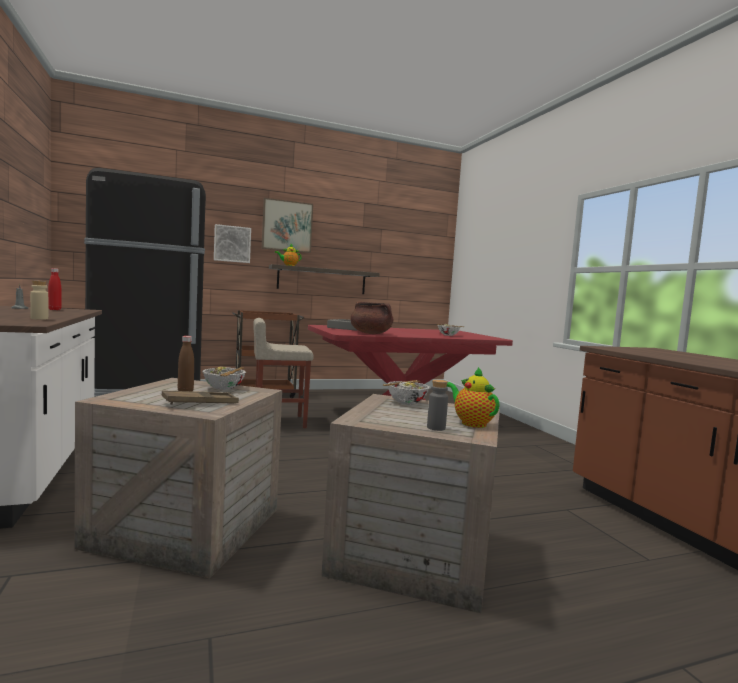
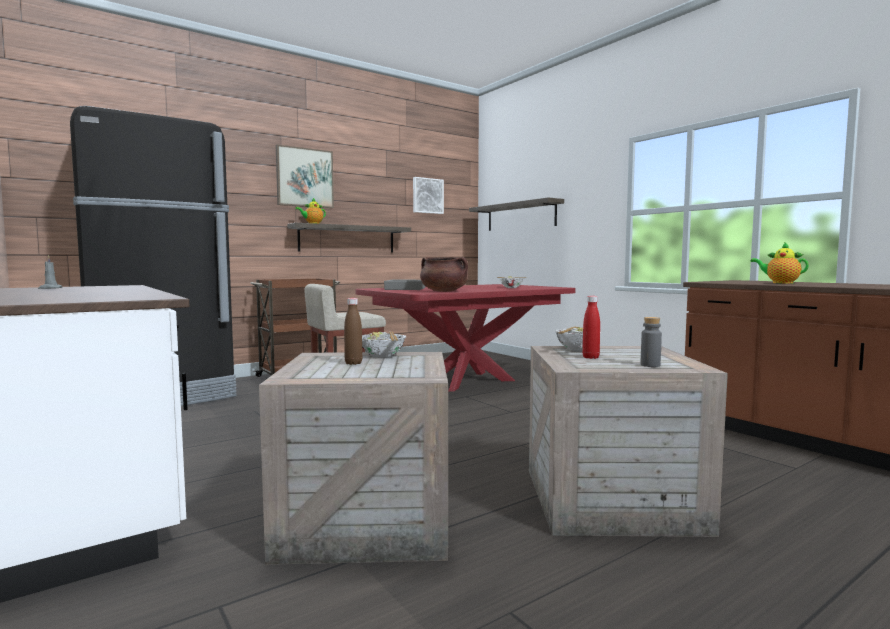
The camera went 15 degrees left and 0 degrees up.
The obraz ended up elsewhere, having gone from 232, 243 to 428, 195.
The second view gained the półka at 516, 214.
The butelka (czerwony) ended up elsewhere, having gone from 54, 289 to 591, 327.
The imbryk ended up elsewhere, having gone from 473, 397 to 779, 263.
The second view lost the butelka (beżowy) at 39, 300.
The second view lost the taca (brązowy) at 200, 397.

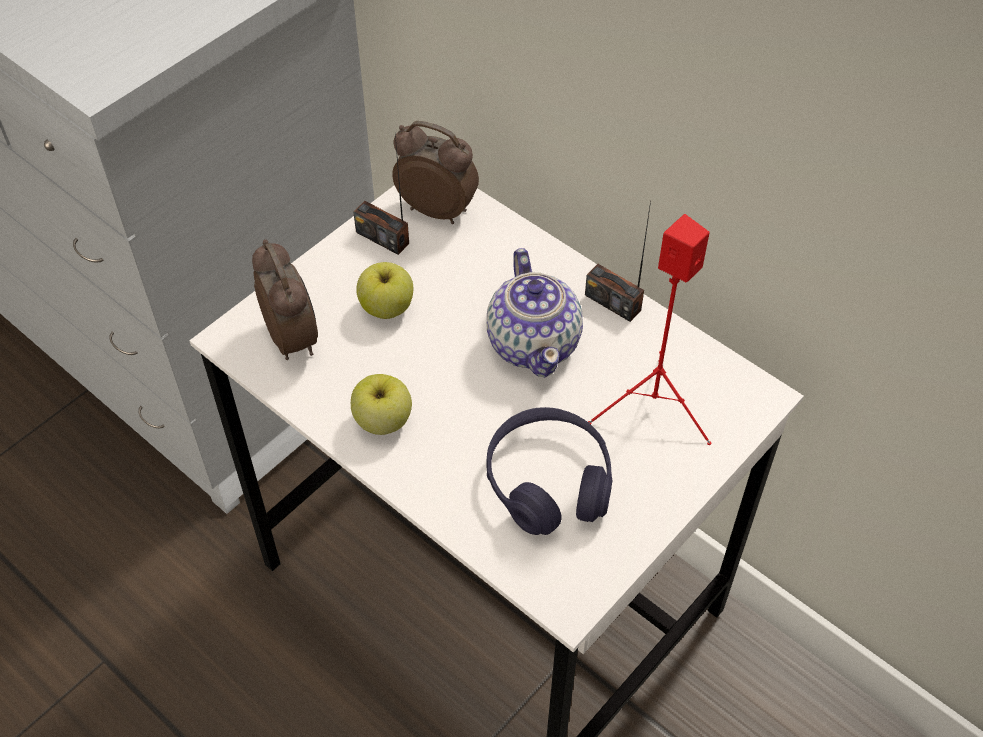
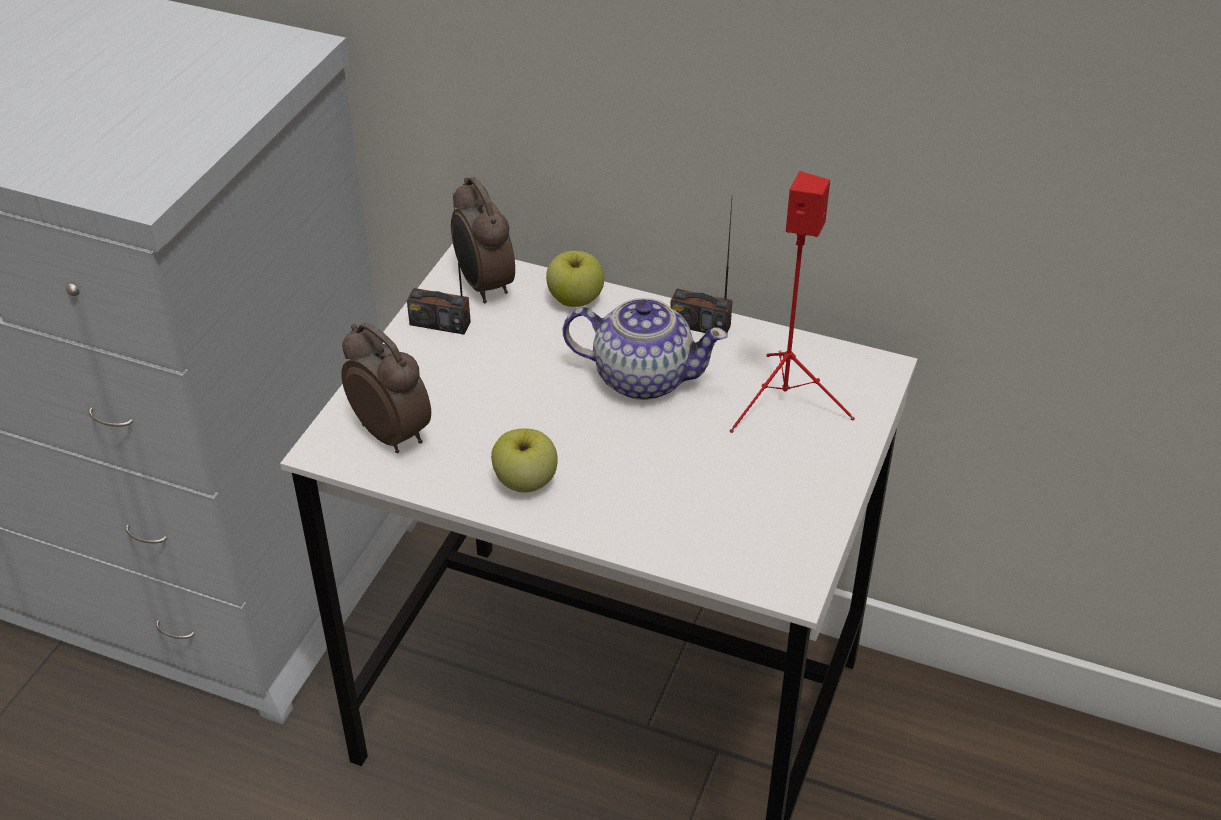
The camera went 20 degrees left and 10 degrees down.
The budzik at 435, 172 ended up facing another way, 120 degrees counterclockwise from before.
The jabłko ended up elsewhere, having gone from 384, 290 to 575, 279.
The imbryk at 535, 312 ended up facing another way, 45 degrees counterclockwise from before.
The second view lost the słuchawki (fioletowy) at 549, 471.

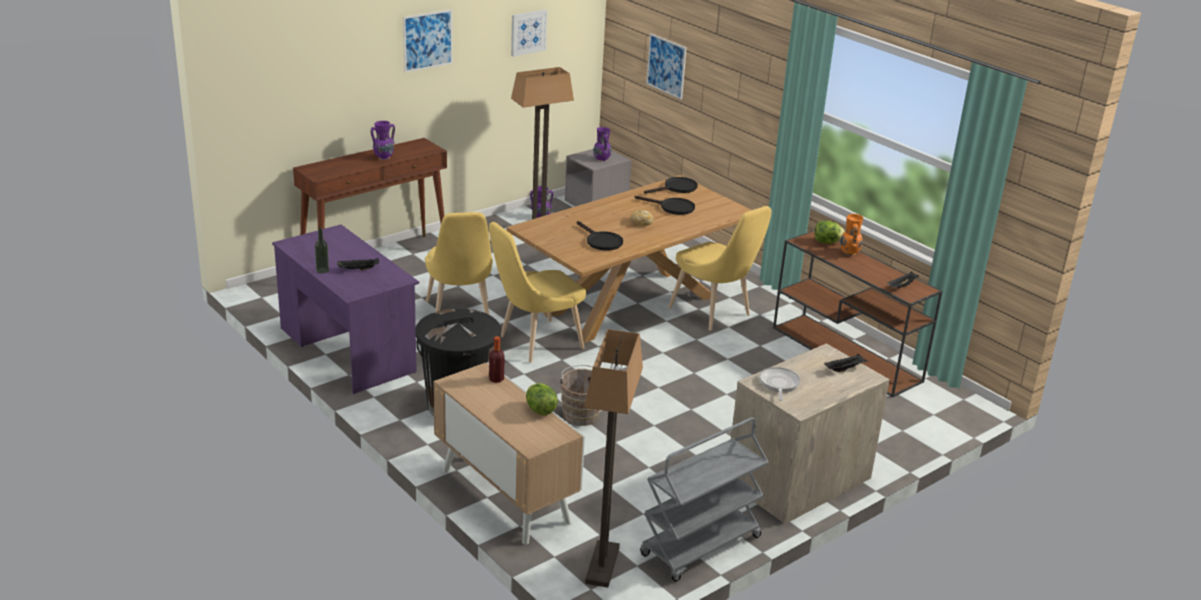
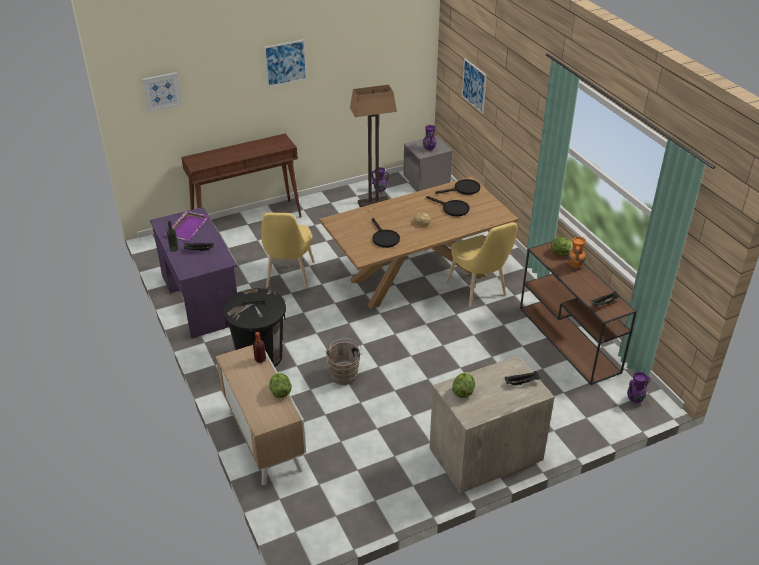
The camera went 15 degrees right and 10 degrees up.
The obraz ended up elsewhere, having gone from 529, 33 to 162, 92.
The second view gained the taca (fioletowy) at 186, 226.
Where the patelnia stood at 779, 384, the sałata came to stand at 463, 385.
The wazon (fioletowy) ended up elsewhere, having gone from 382, 140 to 638, 388.
The second view lost the krzesło (żółty) at 537, 292.
The second view lost the lampa stojąca at 613, 458.
The second view lost the wózek (szary) at 704, 499.

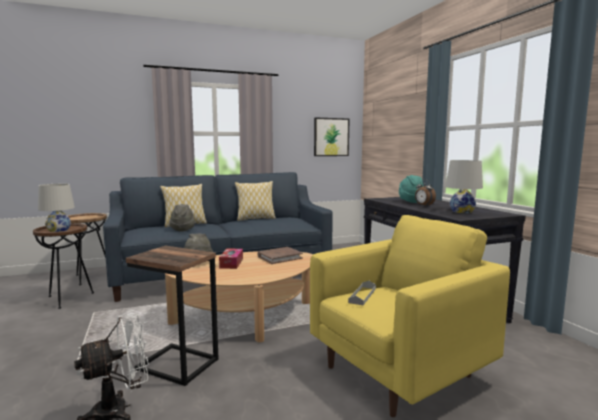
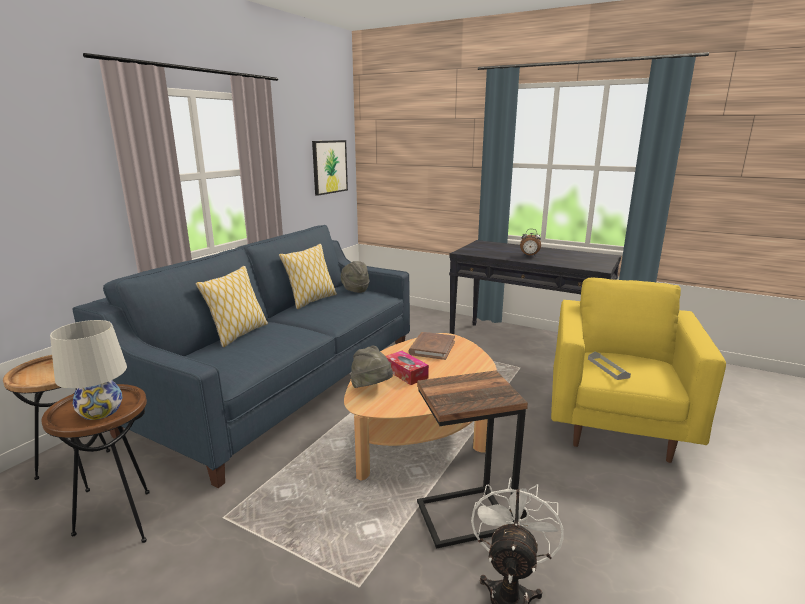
The camera went 40 degrees left and 10 degrees up.
The kapelusz (szary) ended up elsewhere, having gone from 182, 217 to 355, 277.
The second view lost the kapelusz (turkusowy) at 411, 189.
The second view lost the lampa stołowa (biały) at 464, 186.

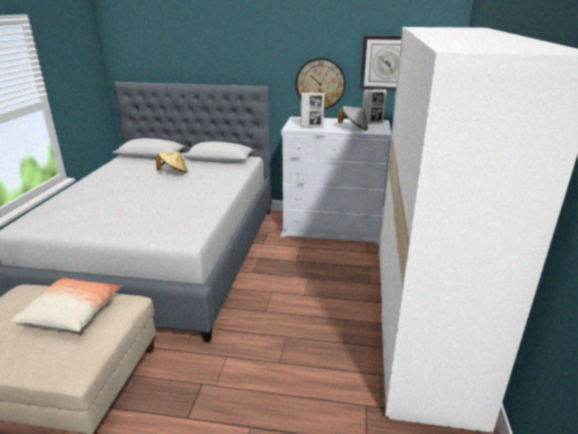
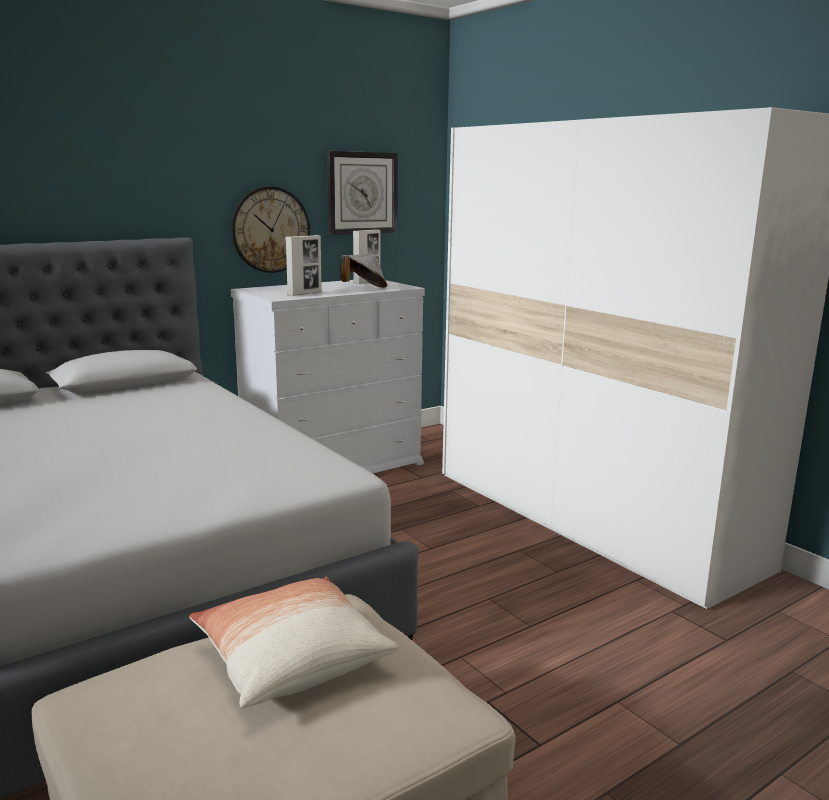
The camera went 45 degrees left and 10 degrees down.
The second view lost the kapelusz (beżowy) at 171, 162.

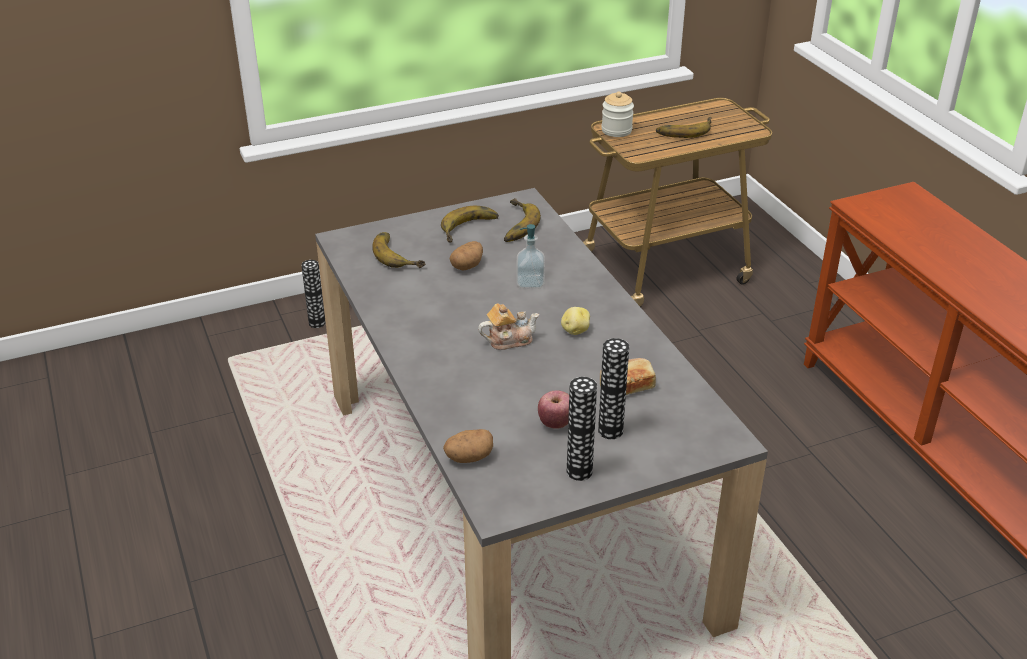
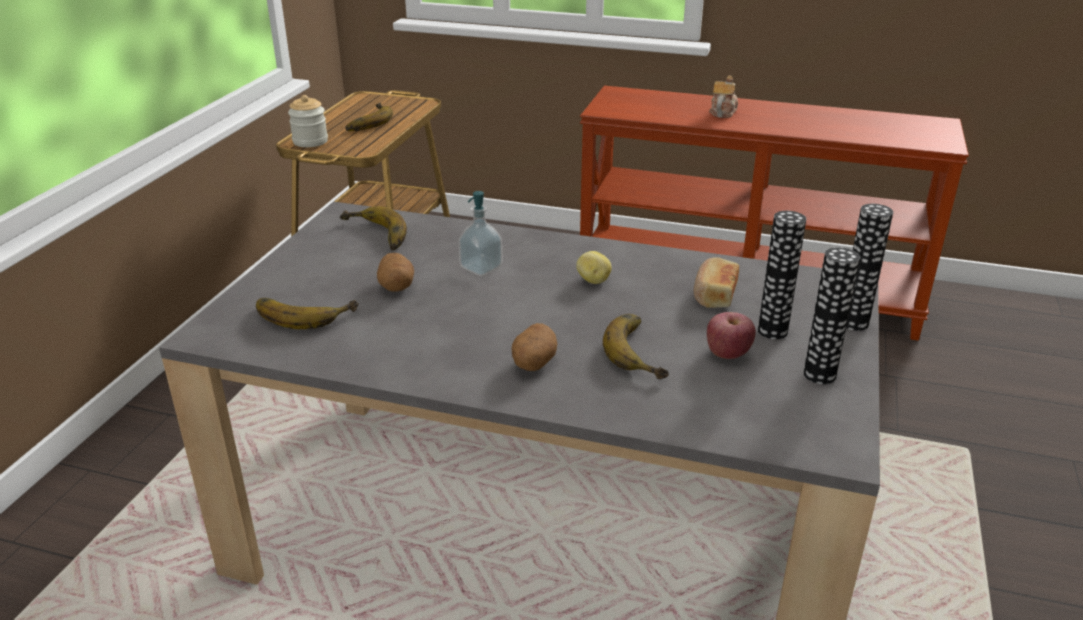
The camera went 50 degrees left and 5 degrees down.
The ziemniak ended up elsewhere, having gone from 468, 446 to 534, 347.
The banan ended up elsewhere, having gone from 470, 224 to 636, 346.
The imbryk ended up elsewhere, having gone from 509, 326 to 723, 97.
The wazon ended up elsewhere, having gone from 313, 294 to 869, 267.

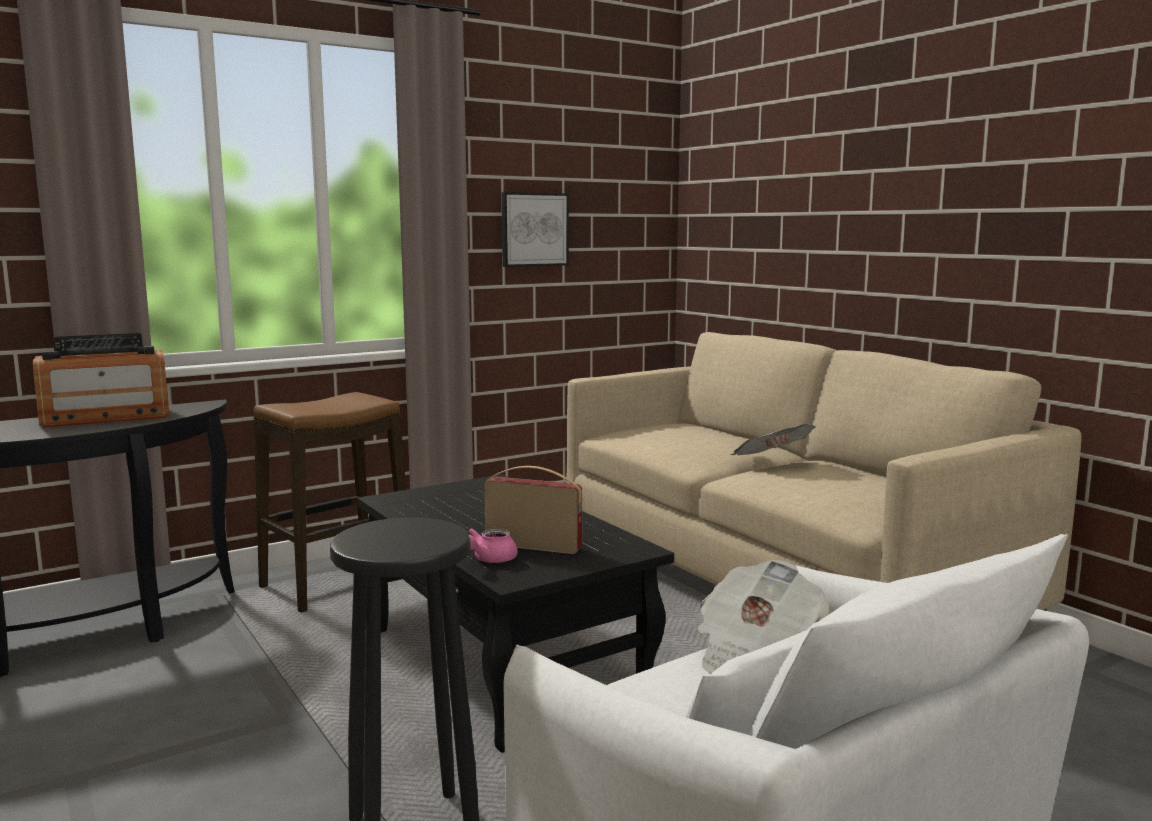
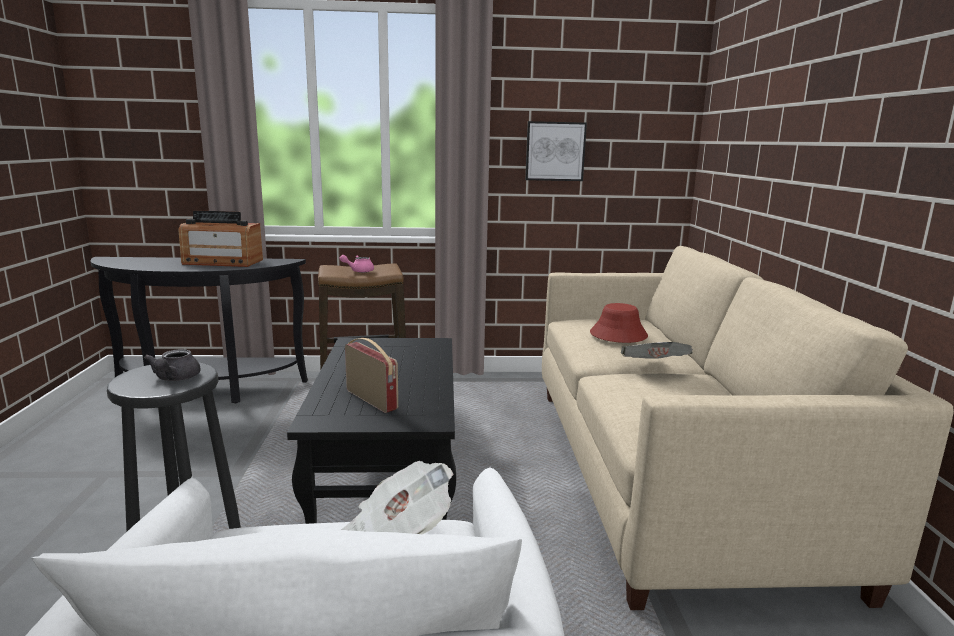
The camera went 30 degrees right and 5 degrees up.
The second view gained the imbryk (szary) at 172, 365.
The imbryk (różowy) ended up elsewhere, having gone from 493, 545 to 357, 264.
The second view gained the kapelusz (czerwony) at 619, 323.

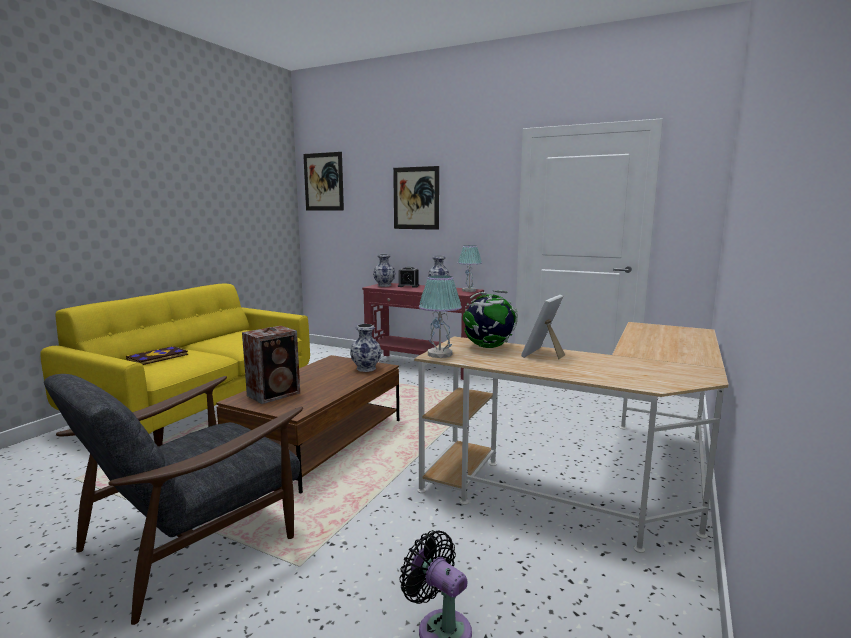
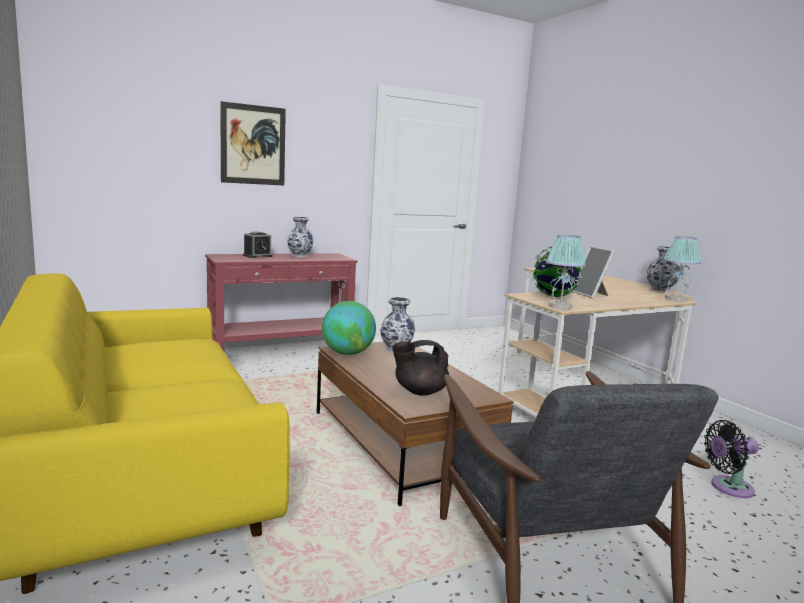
The camera went 55 degrees left and 0 degrees up.
The second view gained the globus at 349, 328.
Where the głośnik stood at 271, 365, the imbryk (czarny) came to stand at 420, 368.
The wazon ended up elsewhere, having gone from 384, 270 to 663, 269.
The lampa stołowa ended up elsewhere, having gone from 470, 268 to 682, 269.
The second view lost the książka at 157, 355.
The second view lost the obraz at 323, 181.

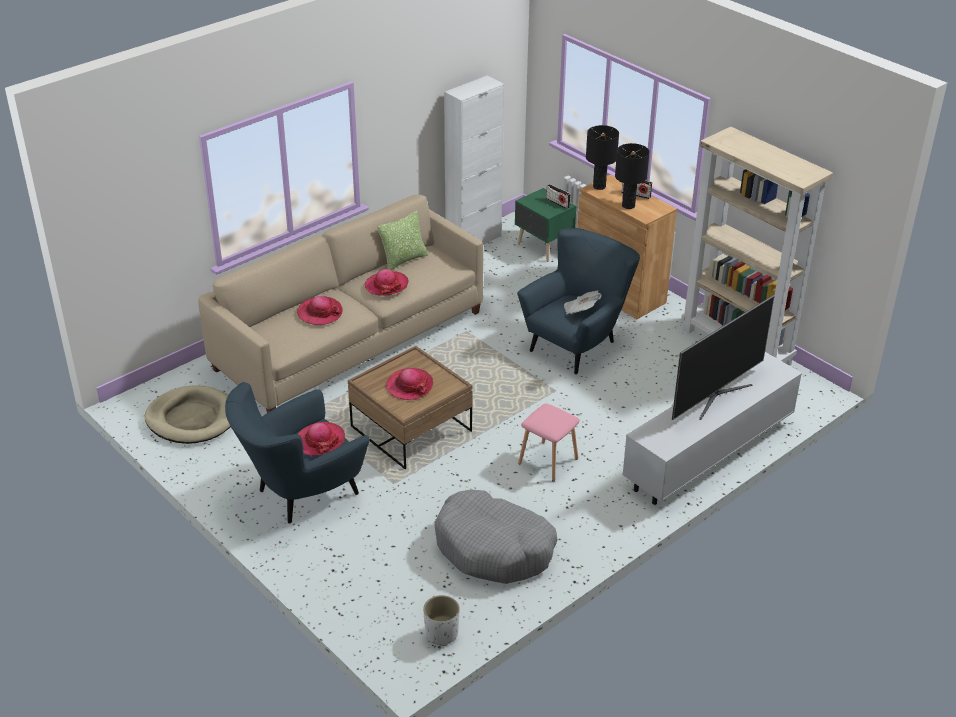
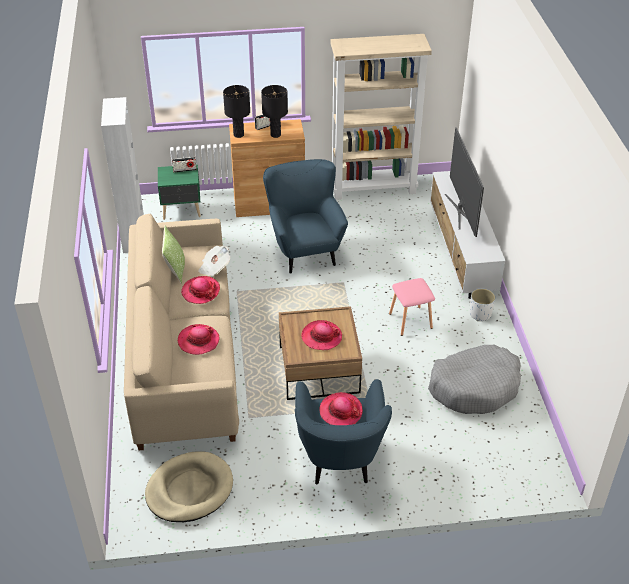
The camera went 55 degrees left and 5 degrees up.
The gazeta ended up elsewhere, having gone from 582, 302 to 214, 261.
The donica (biały) ended up elsewhere, having gone from 441, 620 to 482, 305.

